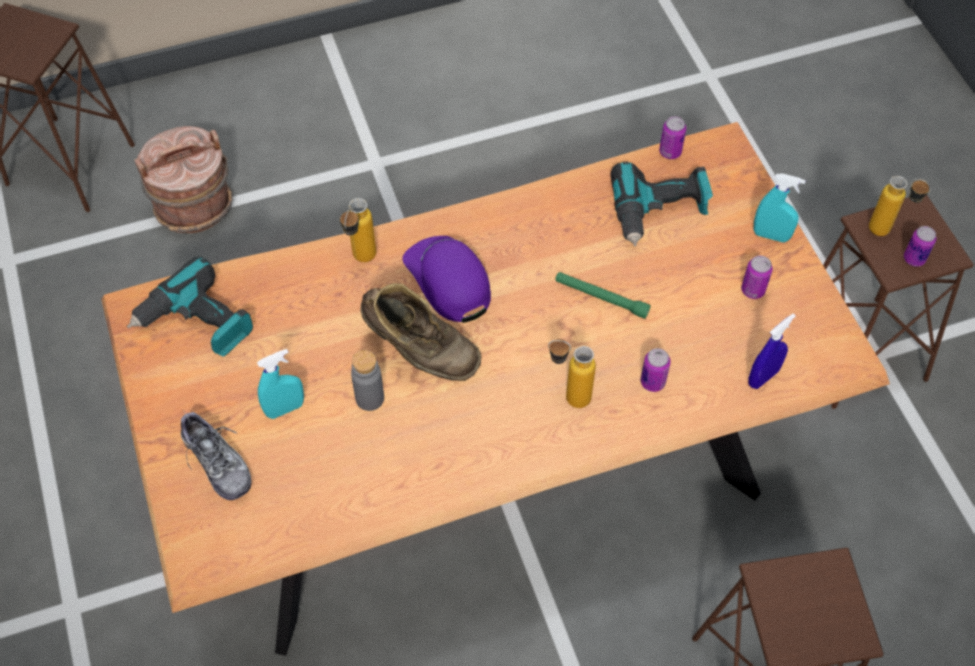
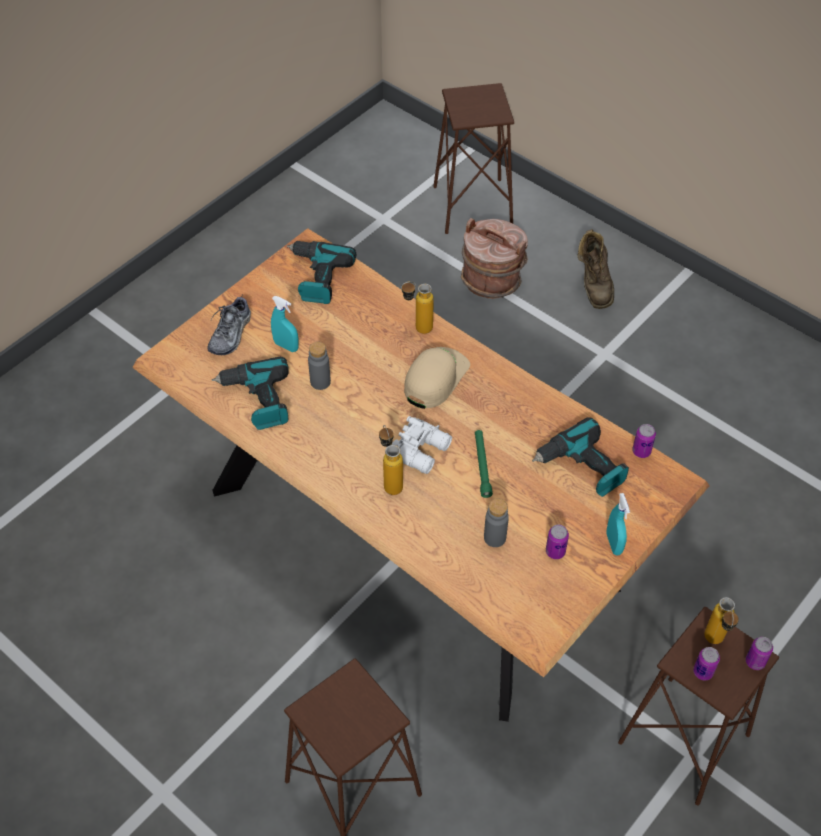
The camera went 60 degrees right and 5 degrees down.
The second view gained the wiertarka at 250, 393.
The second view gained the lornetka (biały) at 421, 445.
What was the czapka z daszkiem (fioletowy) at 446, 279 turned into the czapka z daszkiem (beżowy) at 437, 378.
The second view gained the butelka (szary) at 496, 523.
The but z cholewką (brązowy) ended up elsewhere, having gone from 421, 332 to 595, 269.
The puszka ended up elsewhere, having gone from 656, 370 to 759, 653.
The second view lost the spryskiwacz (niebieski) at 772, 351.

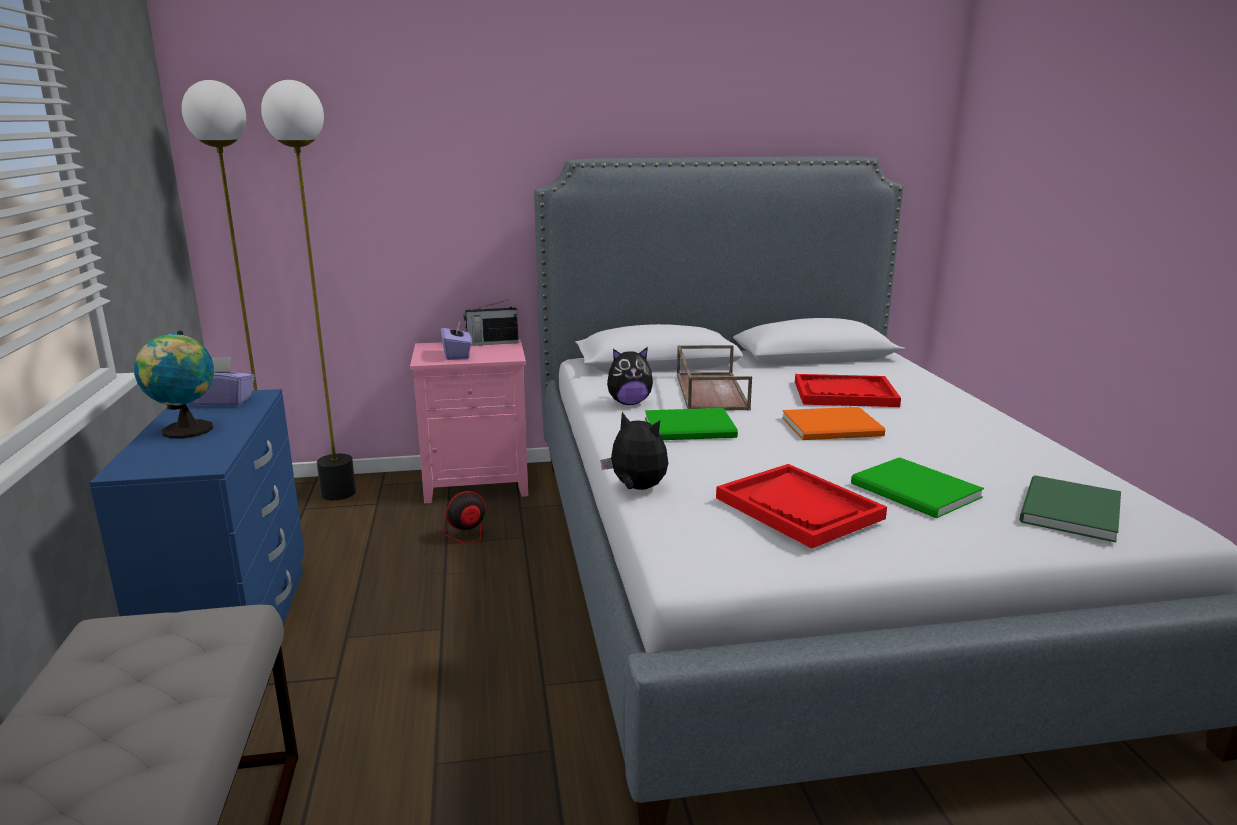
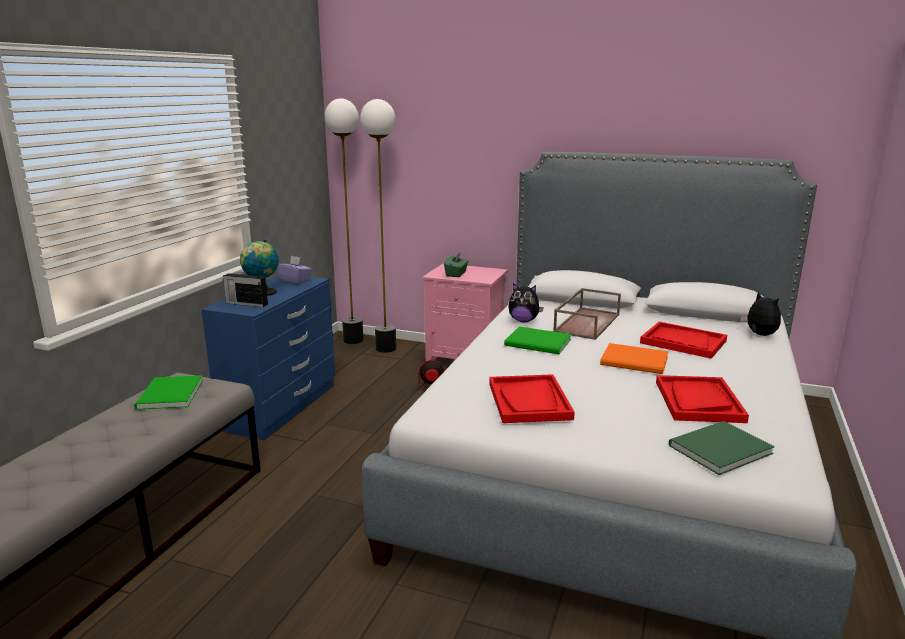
The camera went 30 degrees right and 0 degrees up.
The książka (zielony) ended up elsewhere, having gone from 917, 487 to 168, 392.
The radio ended up elsewhere, having gone from 491, 322 to 245, 288.
What was the pudełko chusteczek (fioletowy) at 456, 340 turned into the pudełko chusteczek (zielony) at 456, 264.
The second view gained the taca (czerwony) at 702, 399.
The pluszak ended up elsewhere, having gone from 634, 451 to 761, 313.

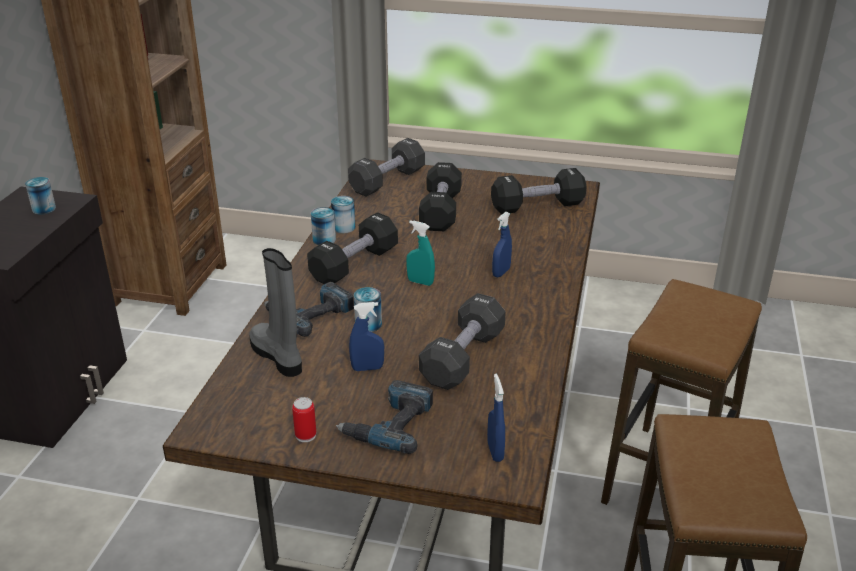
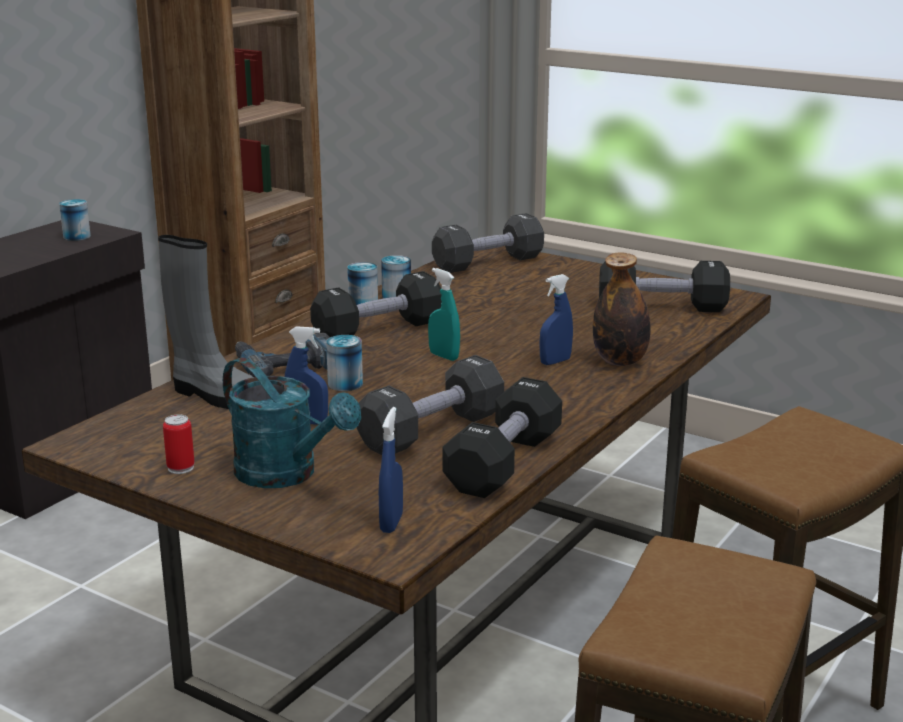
The camera went 20 degrees right and 10 degrees down.
The but z cholewką (szary) at 275, 312 ended up facing another way, 135 degrees clockwise from before.
Where the wiertarka stood at 384, 417, the konewka (turkusowy) came to stand at 292, 423.
The hantel (czarny) ended up elsewhere, having gone from 440, 196 to 502, 437.
The second view gained the butelka at 622, 309.

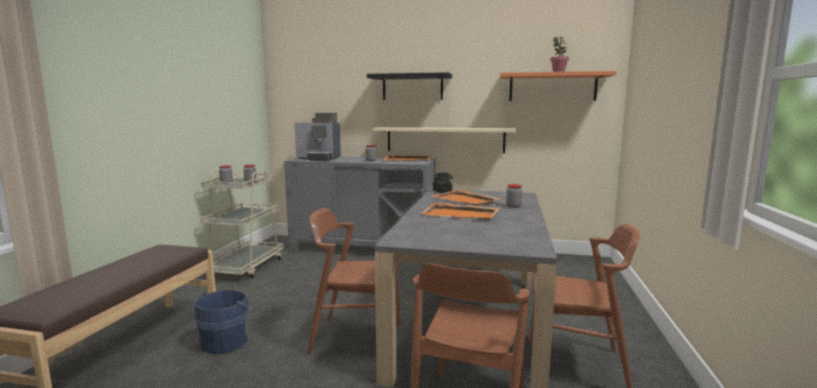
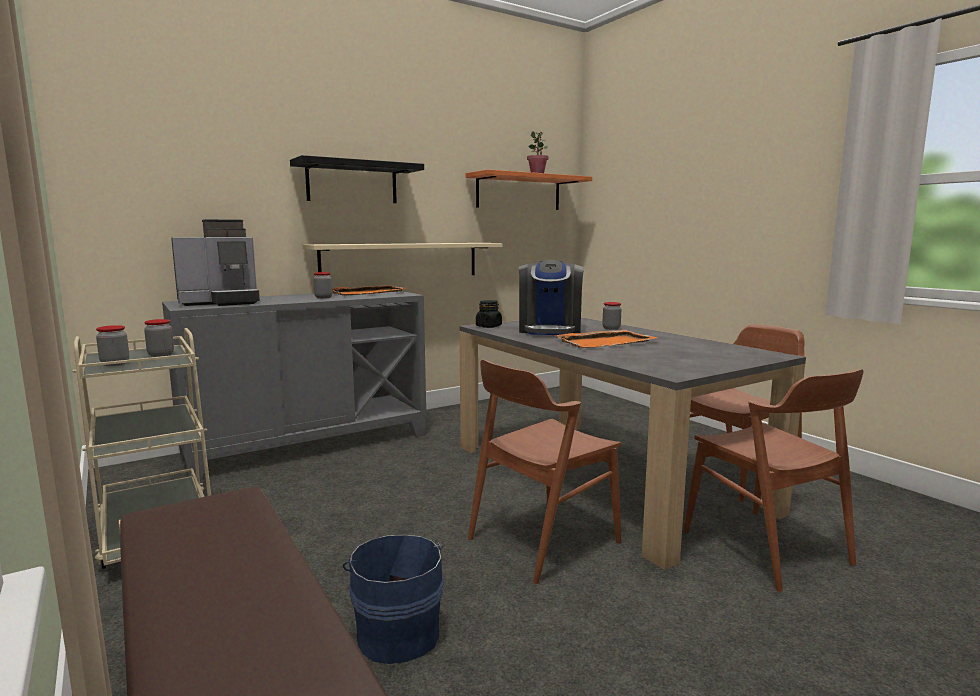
The camera went 45 degrees left and 0 degrees up.
Where the taca (pomarańczowy) stood at 466, 197, the ekspres do kawy came to stand at 551, 297.

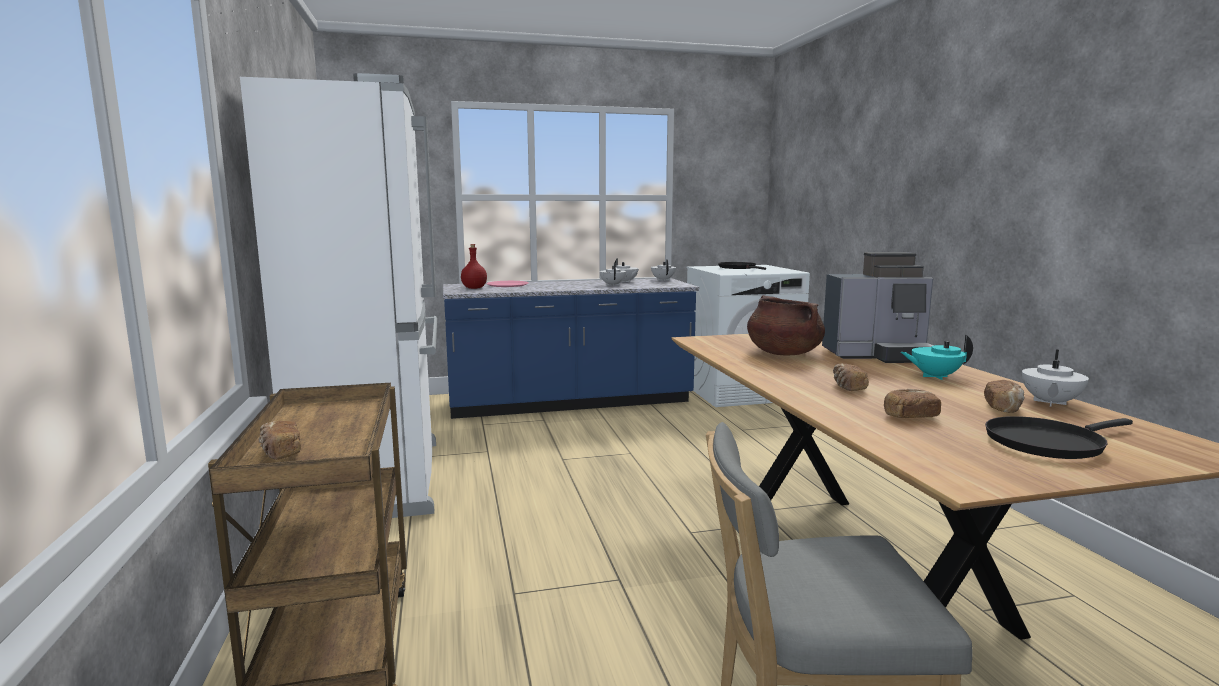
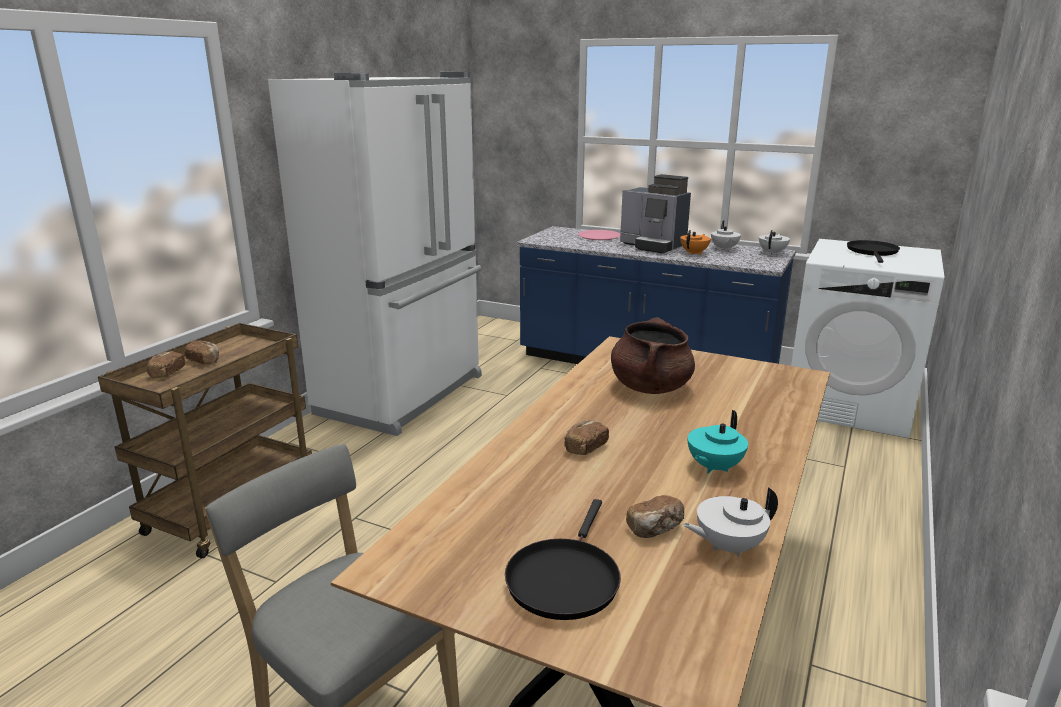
The camera went 40 degrees right and 10 degrees up.
The chleb ended up elsewhere, having gone from 912, 403 to 201, 352.
The patelnia (czarny) at 1059, 437 ended up facing another way, 90 degrees counterclockwise from before.
The ekspres do kawy ended up elsewhere, having gone from 878, 307 to 655, 214.
What was the imbryk (biały) at 613, 274 turned into the imbryk (pomarańczowy) at 695, 242.
The imbryk (turkusowy) at 937, 357 ended up facing another way, 90 degrees counterclockwise from before.
The second view lost the butelka (czerwony) at 474, 266.

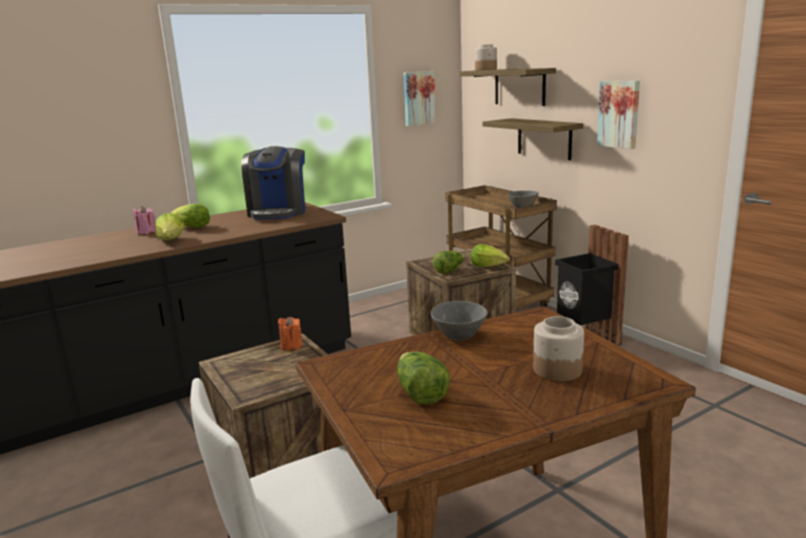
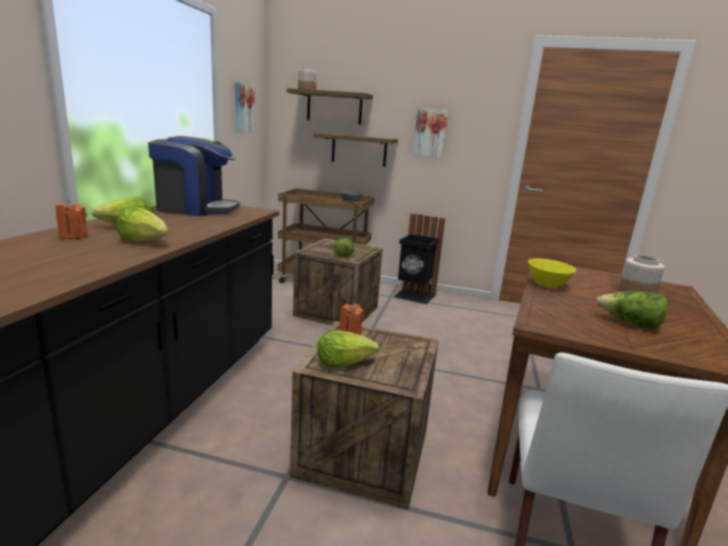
The camera went 45 degrees left and 0 degrees up.
What was the świeca (różowy) at 144, 220 turned into the świeca (pomarańczowy) at 72, 219.
The ekspres do kawy at 273, 183 ended up facing another way, 45 degrees counterclockwise from before.
The sałata ended up elsewhere, having gone from 490, 255 to 348, 348.
What was the miska (szary) at 459, 321 turned into the miska (żółty) at 552, 273.

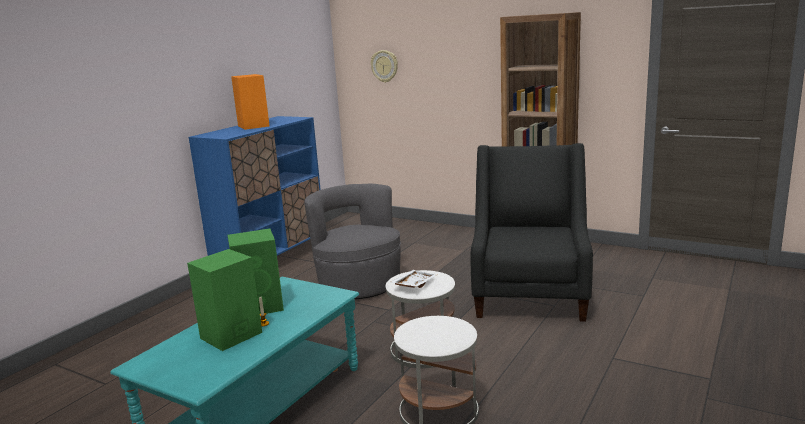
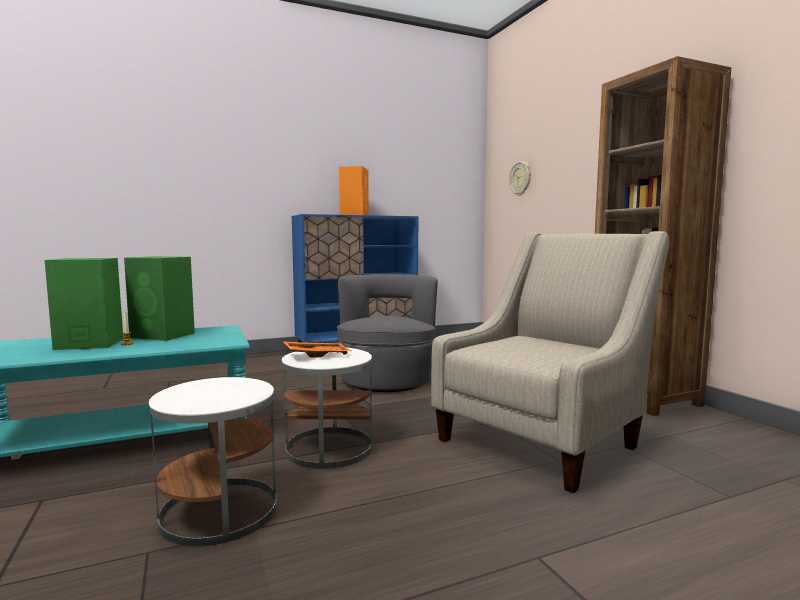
The camera went 35 degrees right and 10 degrees down.
What was the taca (biały) at 414, 279 turned into the taca (pomarańczowy) at 316, 349.
What was the fotel (czarny) at 532, 232 turned into the fotel (beżowy) at 550, 362.

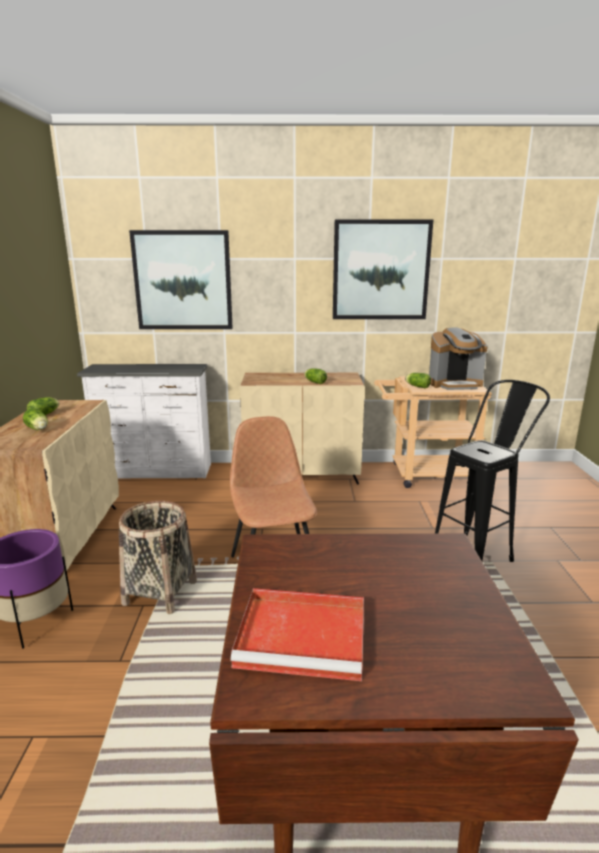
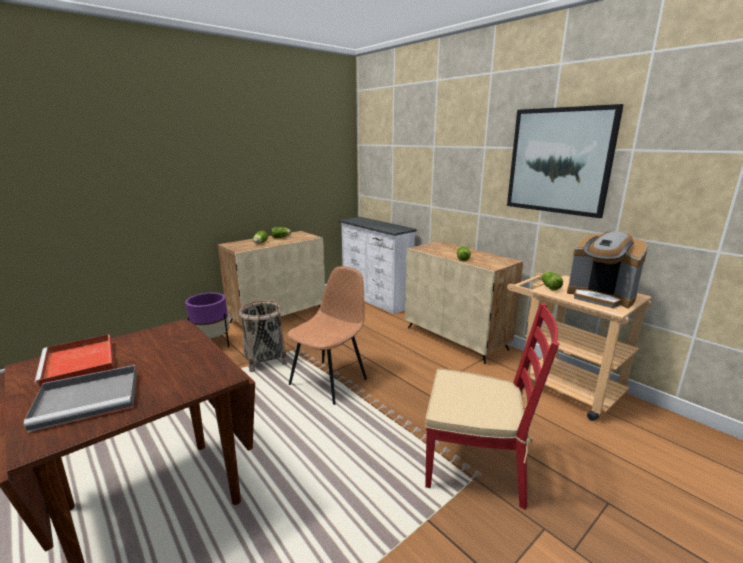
The camera went 50 degrees right and 0 degrees up.
The second view gained the taca (szary) at 80, 399.
Where the stołek (czarny) stood at 492, 471, the krzesło (czerwony) came to stand at 492, 406.
The second view lost the obraz at 181, 279.

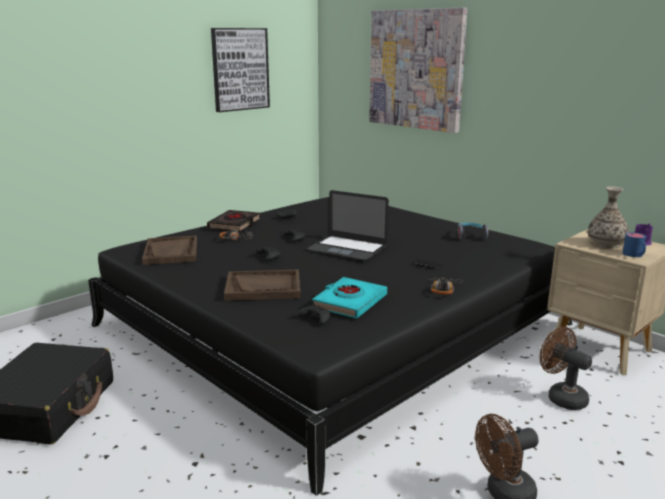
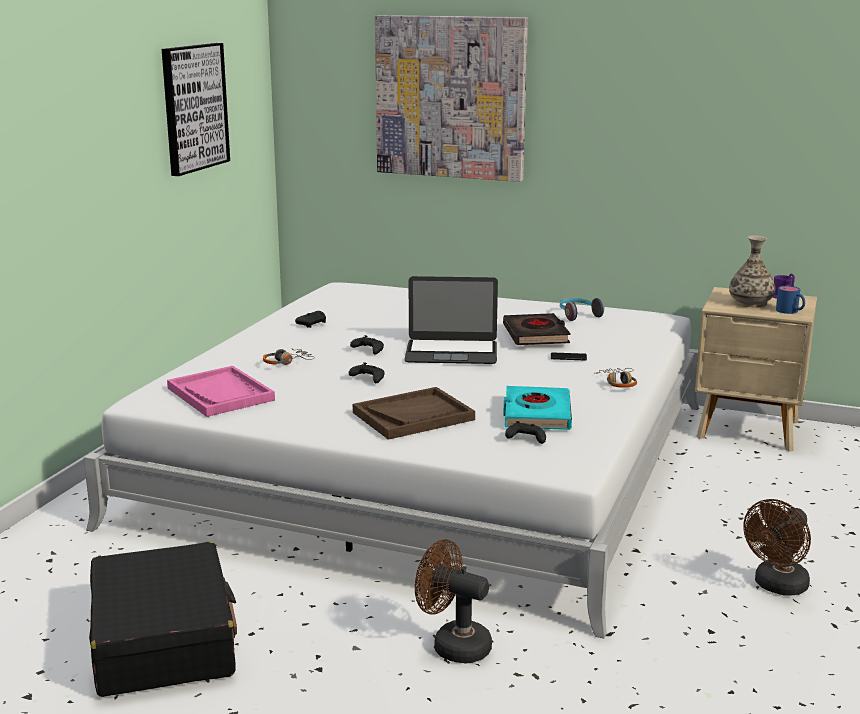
The camera went 25 degrees left and 0 degrees up.
What was the łóżko (czarny) at 330, 346 turned into the łóżko (biały) at 391, 460.
What was the taca (brązowy) at 169, 250 turned into the taca (różowy) at 221, 391.
The wentylator (brązowy) ended up elsewhere, having gone from 566, 368 to 453, 601.
The książka (czarny) ended up elsewhere, having gone from 234, 221 to 536, 329.

